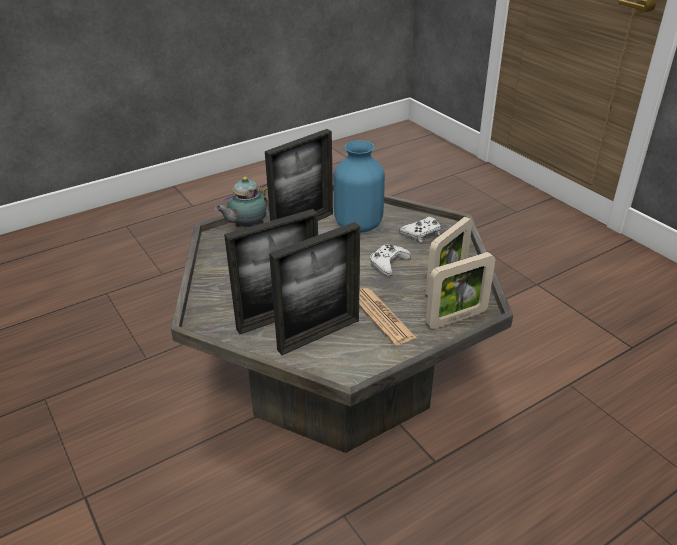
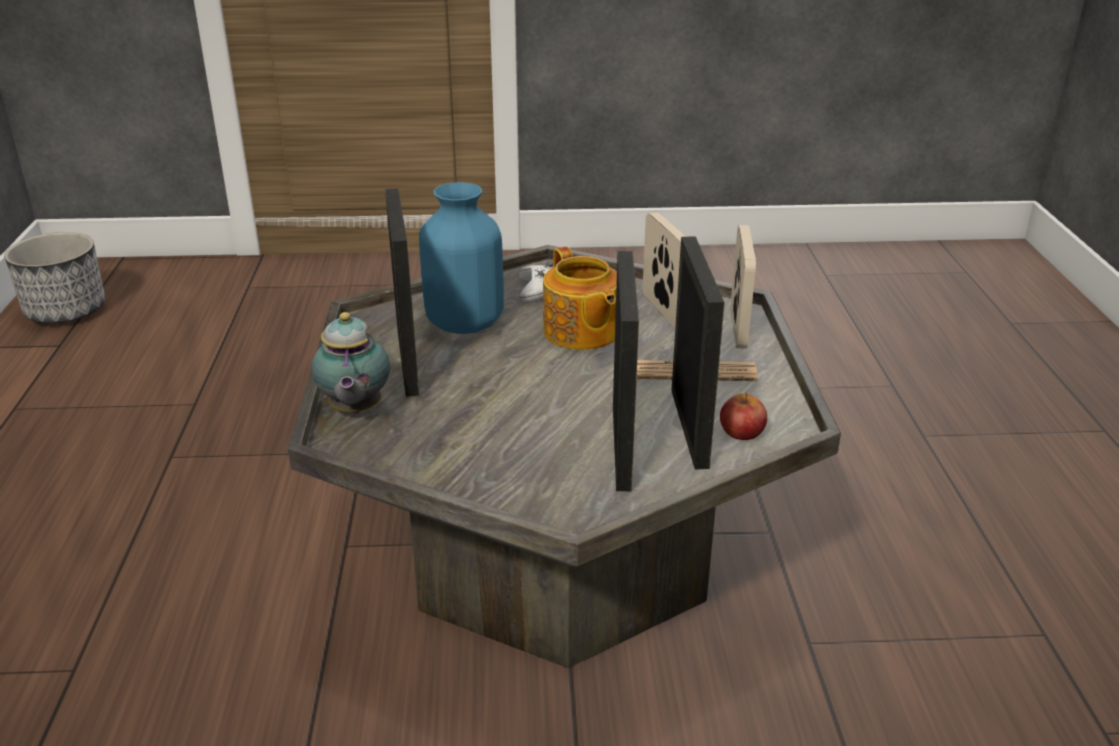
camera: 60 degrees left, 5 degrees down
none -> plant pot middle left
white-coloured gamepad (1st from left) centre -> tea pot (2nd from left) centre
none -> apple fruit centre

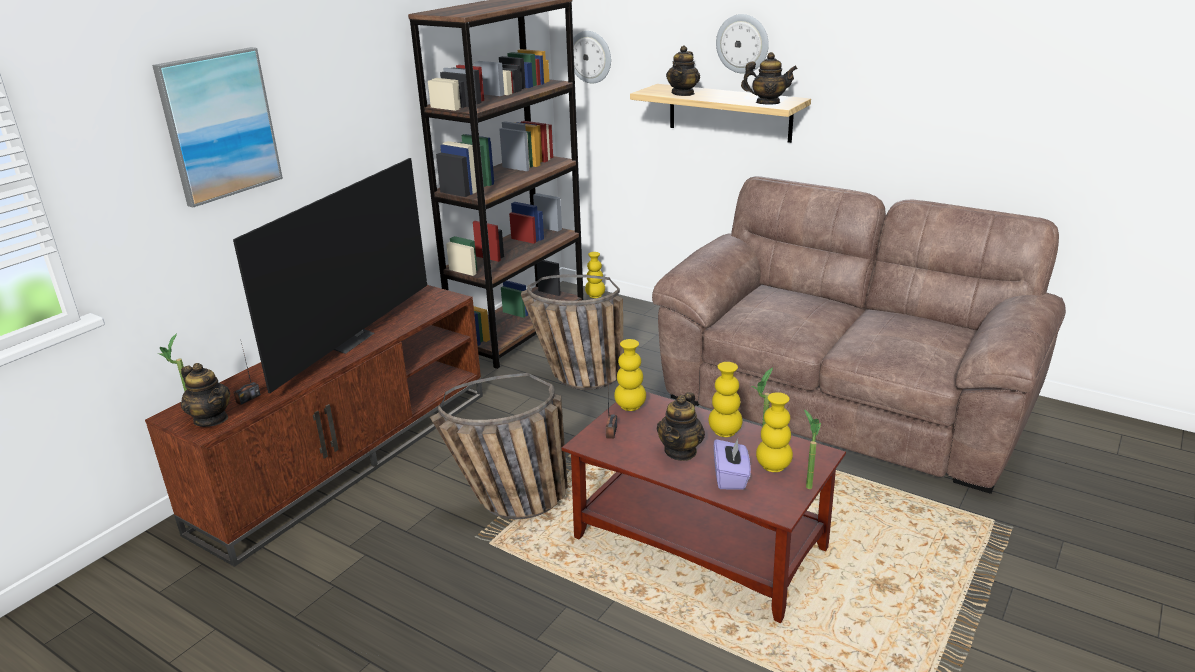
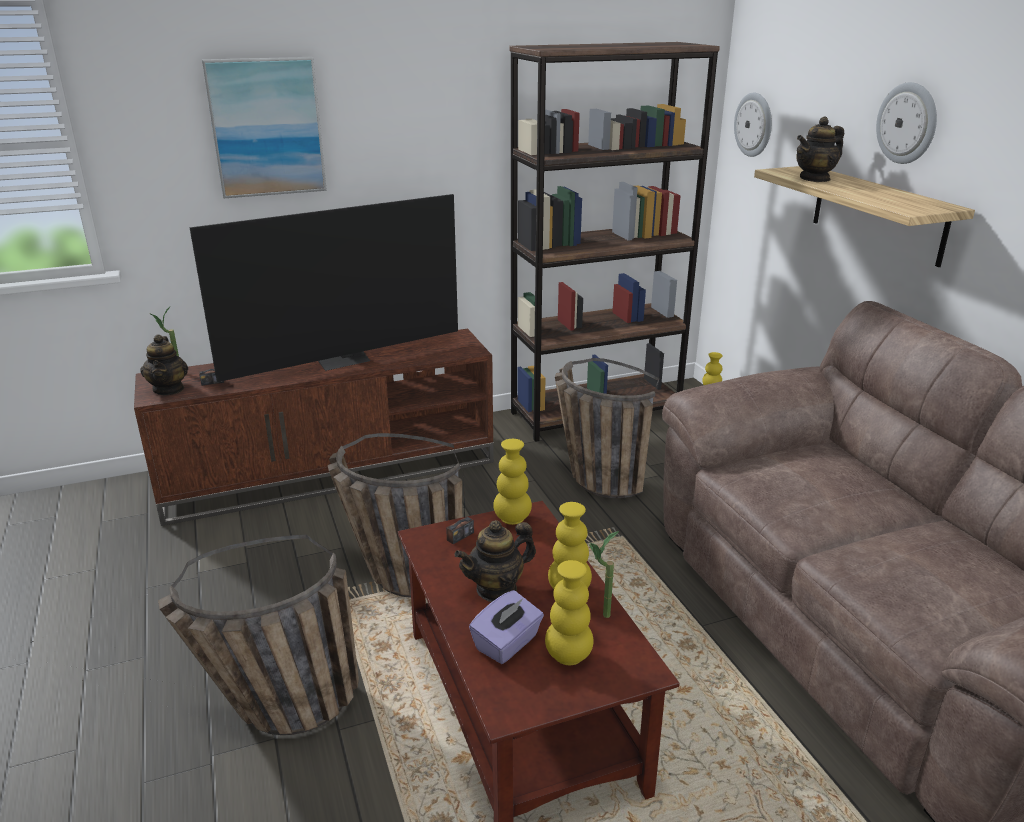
camera: 35 degrees right, 0 degrees up
none -> household basket (1st from left) bottom left
tea pot (4th from left) top centre -> none
houseplant (3rd from left) bottom right -> none

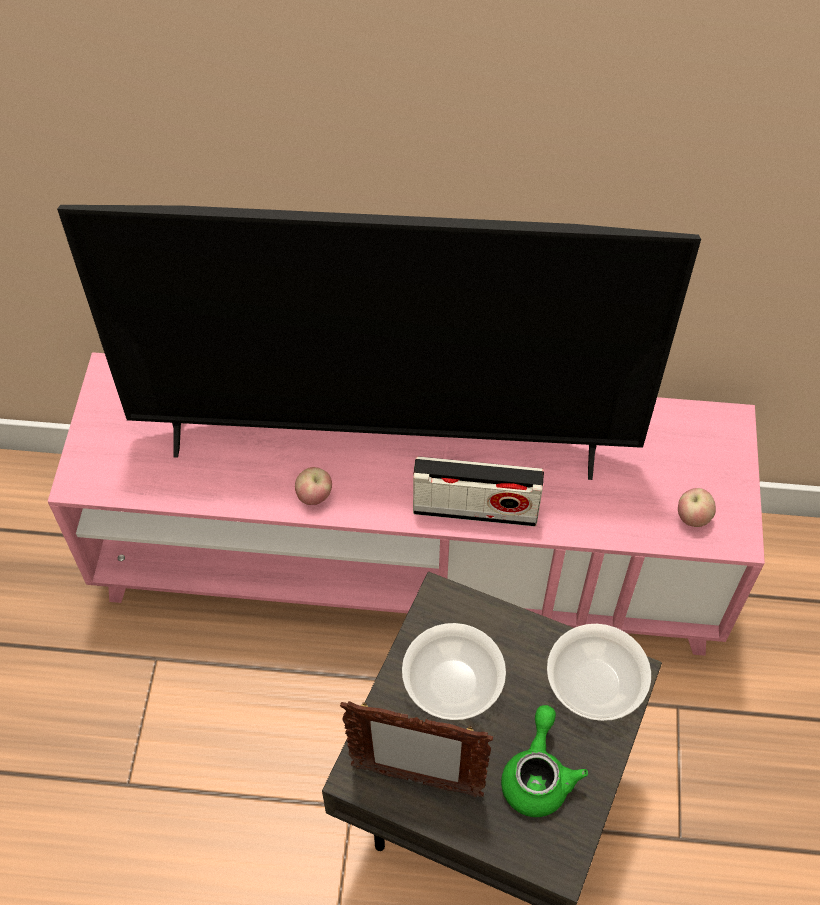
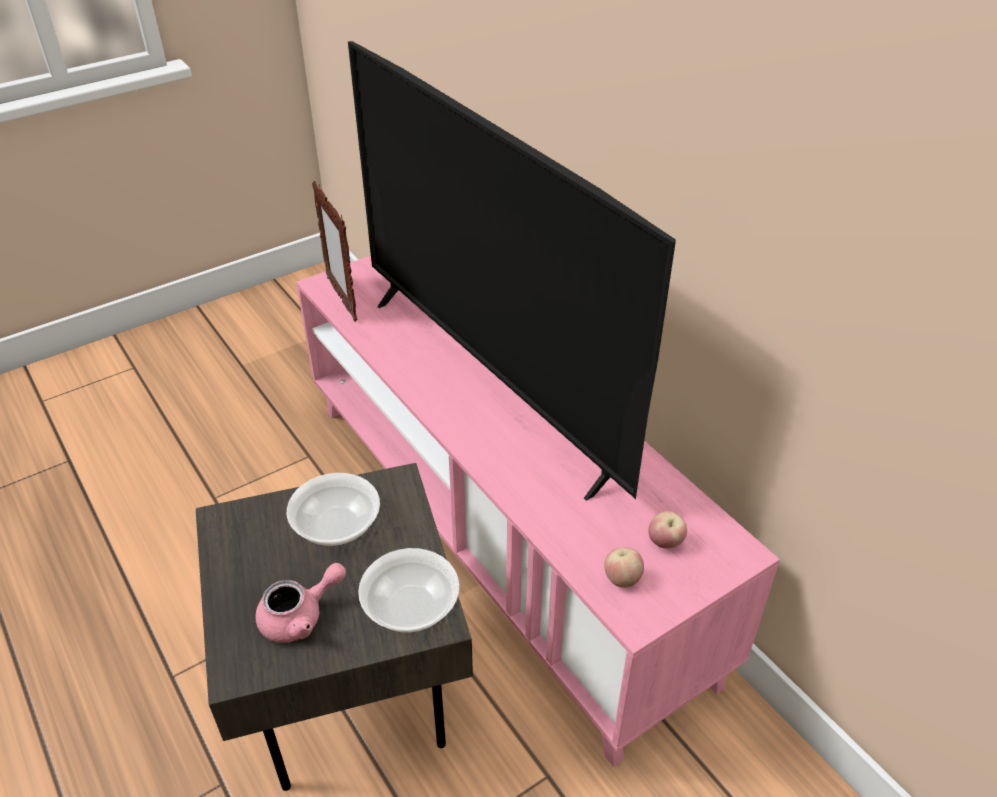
camera: 50 degrees right, 15 degrees down
green tea pot bottom centre -> pinkish tea pot bottom left
picture frame bottom centre -> picture frame top centre, moved
apple fruit (1st from left in the first image) centre -> apple fruit (2nd from left) middle right, moved
radio centre -> none

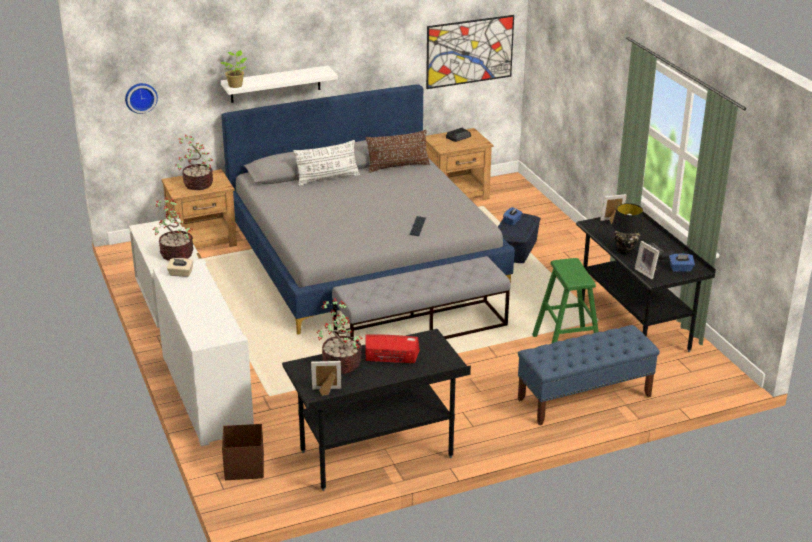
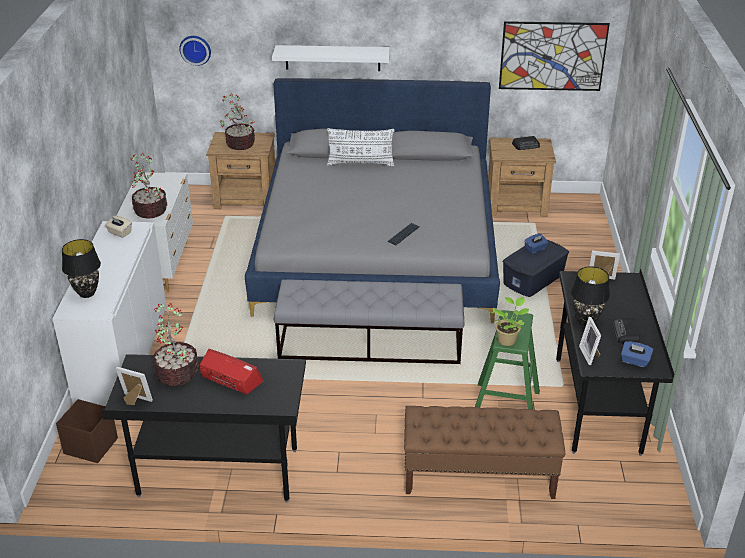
camera: 25 degrees right, 5 degrees up
none -> black-coloured table lamp (1st from left) middle left
bluish long seat bottom right -> brown-coloured long seat bottom centre
houseplant (3rd from left in the first image) top left -> houseplant (4th from left) middle right, moved
brown-coloured cushion top centre -> none

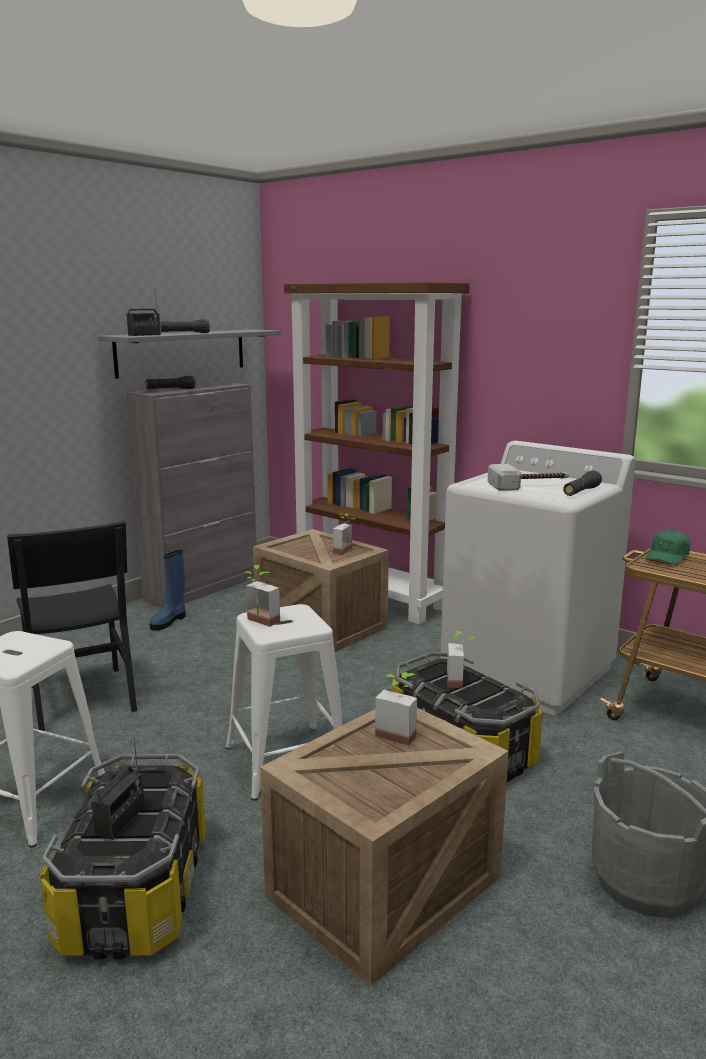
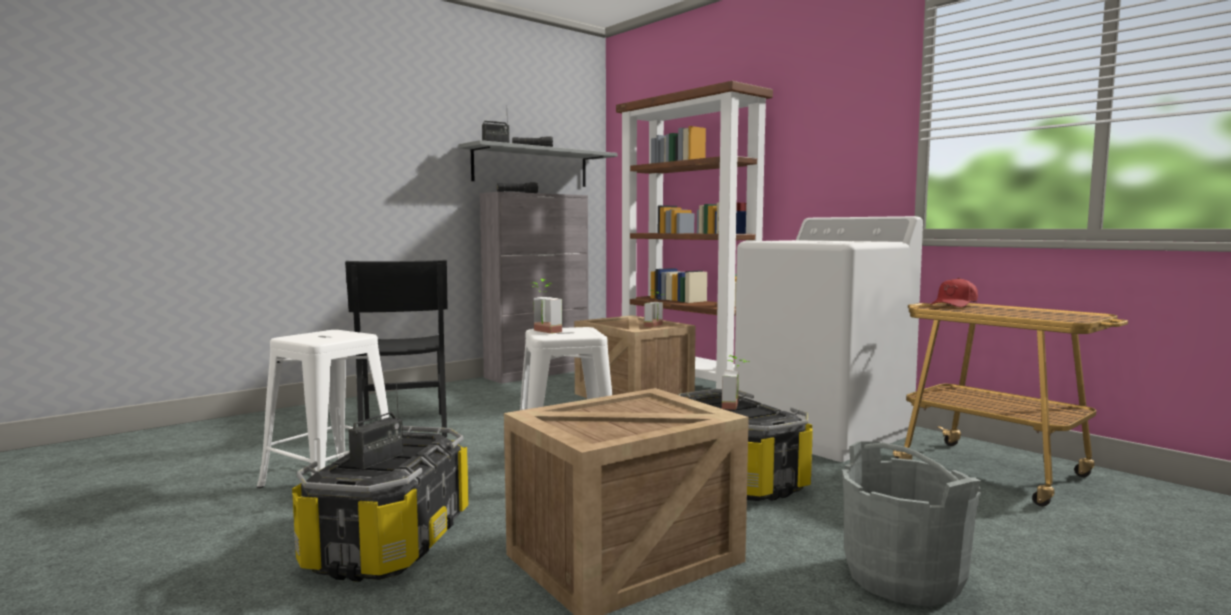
camera: 10 degrees right, 10 degrees down
green peaked cap middle right -> reddish peaked cap middle right
bluish tall boot middle left -> none
houseplant (3rd from left) bottom centre -> none
tool hammer middle right -> none
black-coloured flashlight (3rd from left) middle right -> none

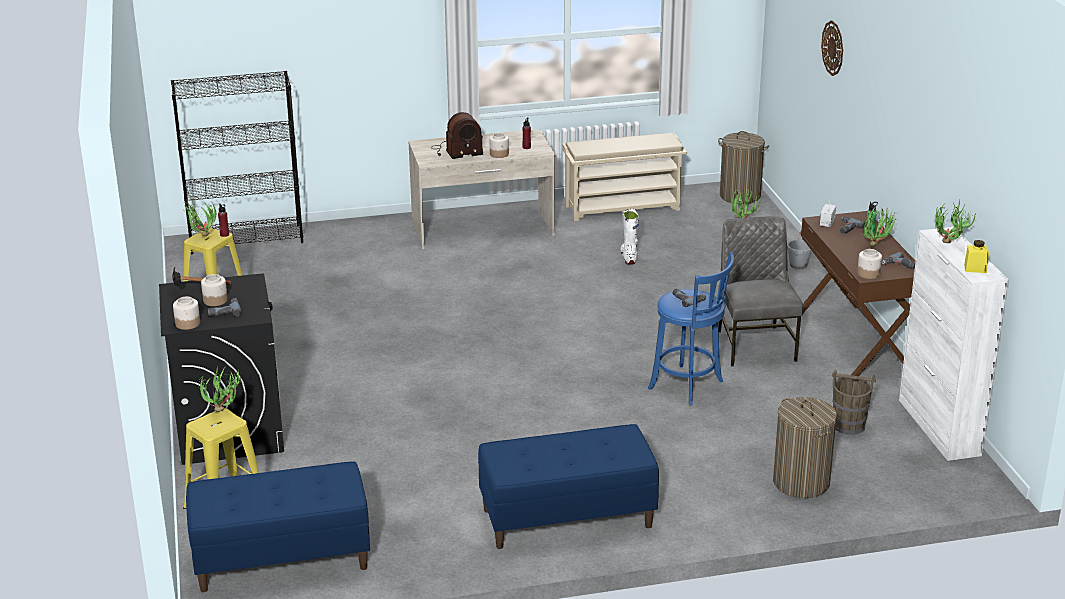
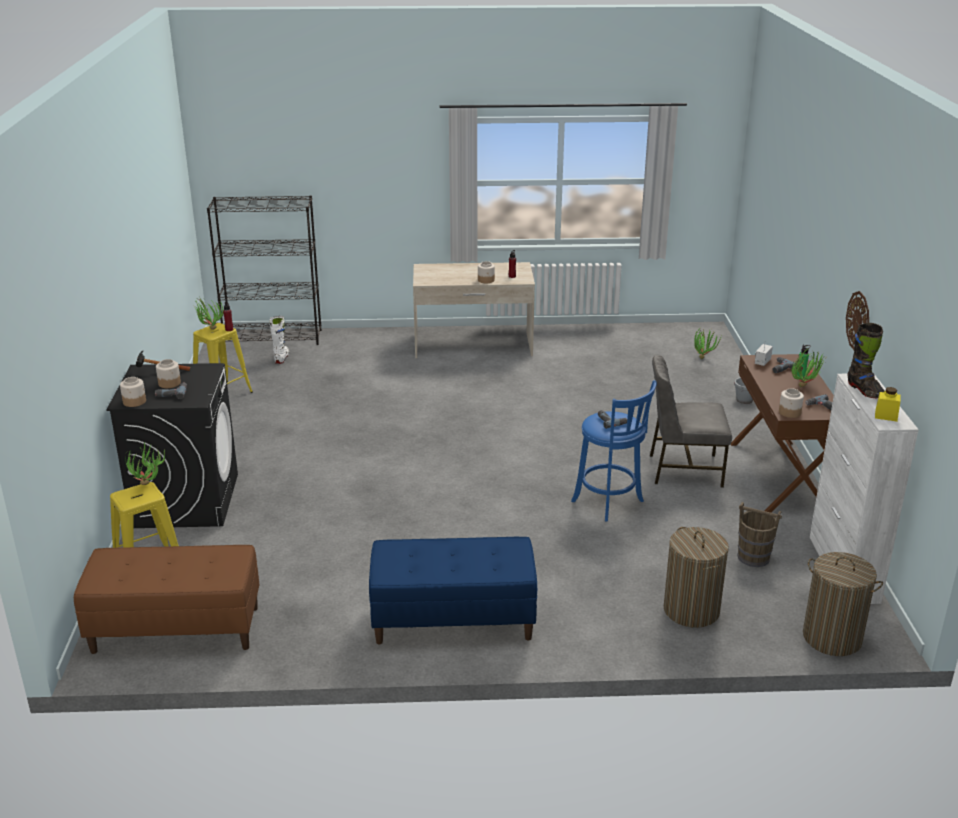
camera: 10 degrees right, 0 degrees up
bluish long seat (1st from left) bottom left -> brown-coloured long seat bottom left
white-coloured tall boot centre -> white-coloured tall boot middle left, moved
greyish chair middle right, 90 degrees counterclockwise
laundry basket (1st from left in the first image) top right -> laundry basket (2nd from left) bottom right, moved
clock on the wall top right -> clock on the wall middle right, moved
houseplant (5th from left) middle right -> black-coloured tall boot middle right
radio (1st from left) top centre -> none
beige shoe stand top centre -> none

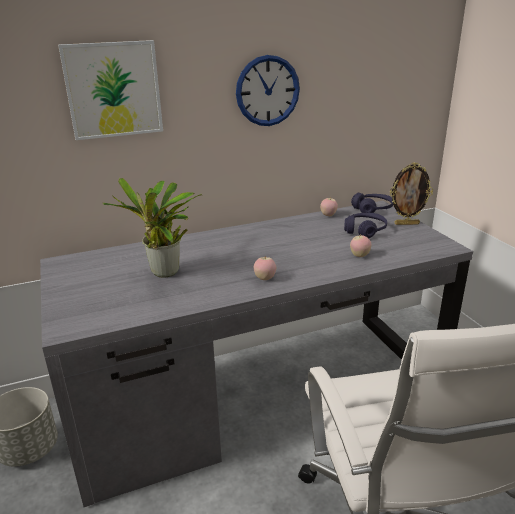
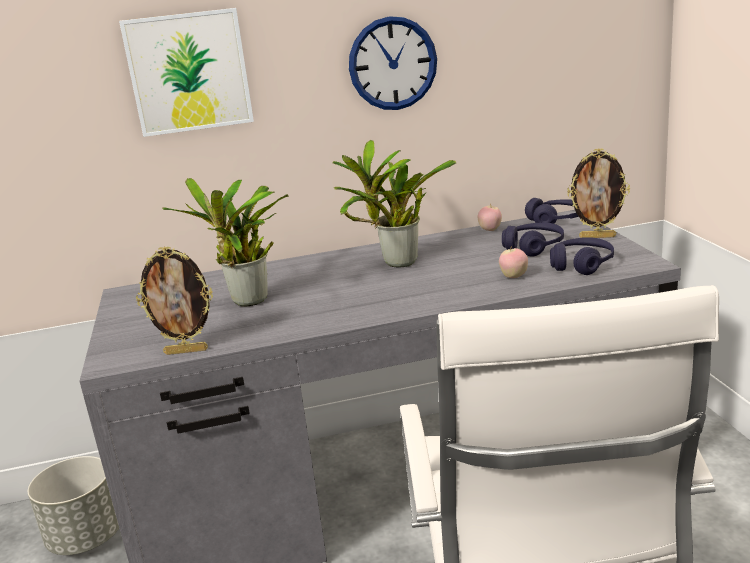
camera: 10 degrees right, 5 degrees down
none -> picture frame (1st from left) middle left
none -> houseplant (2nd from left) centre
none -> purple-coloured headphones (3rd from left) middle right
apple fruit (1st from left) centre -> none

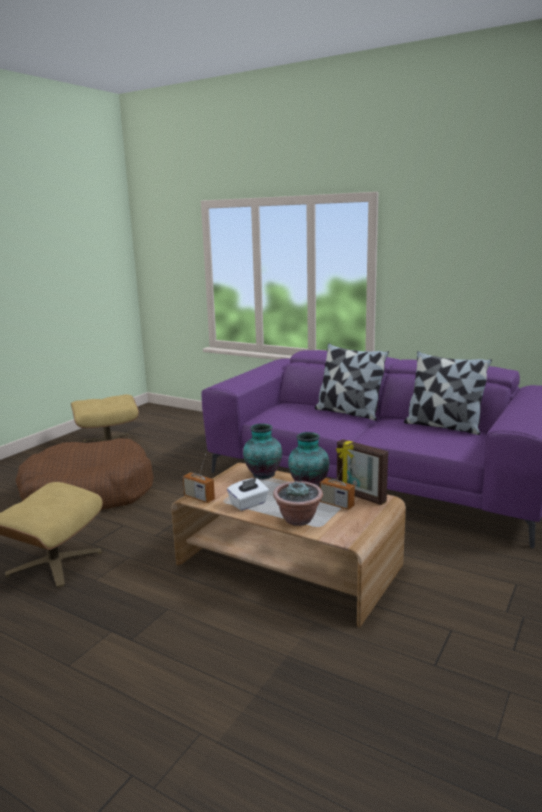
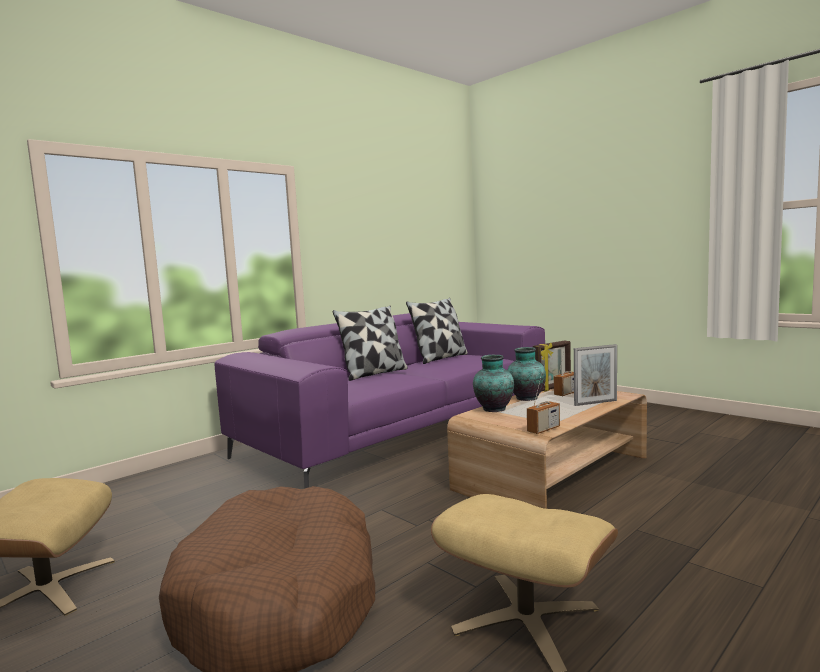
camera: 75 degrees left, 10 degrees down
houseplant centre -> picture frame (2nd from left) middle right
white-coloured box of tissues centre -> none

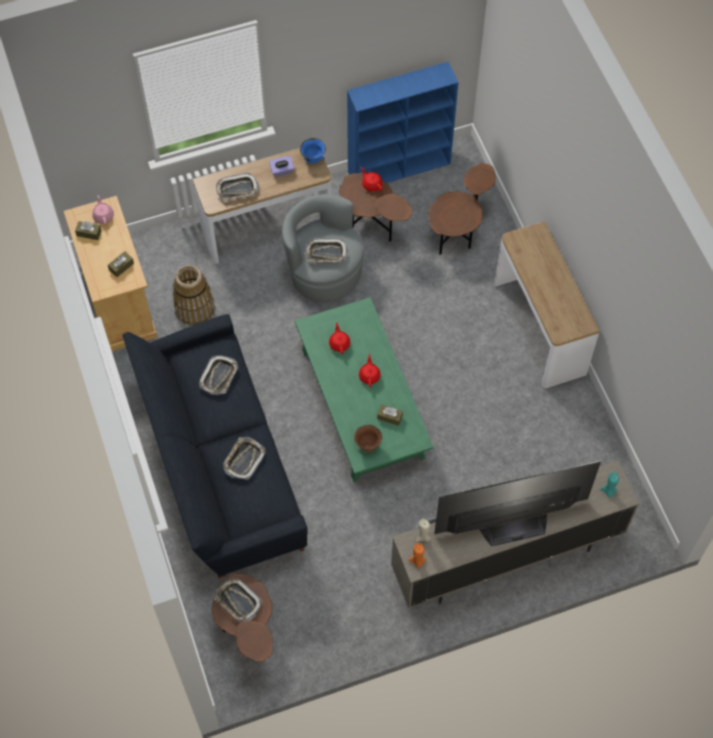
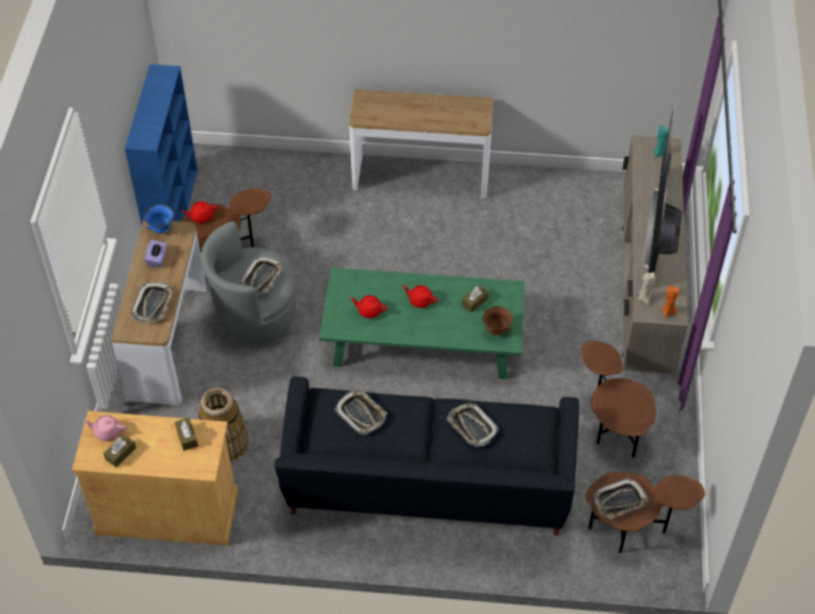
camera: 65 degrees left, 10 degrees down
brown-coloured side table (3rd from left in the first image) top centre -> brown-coloured side table (2nd from left) middle right, moved

